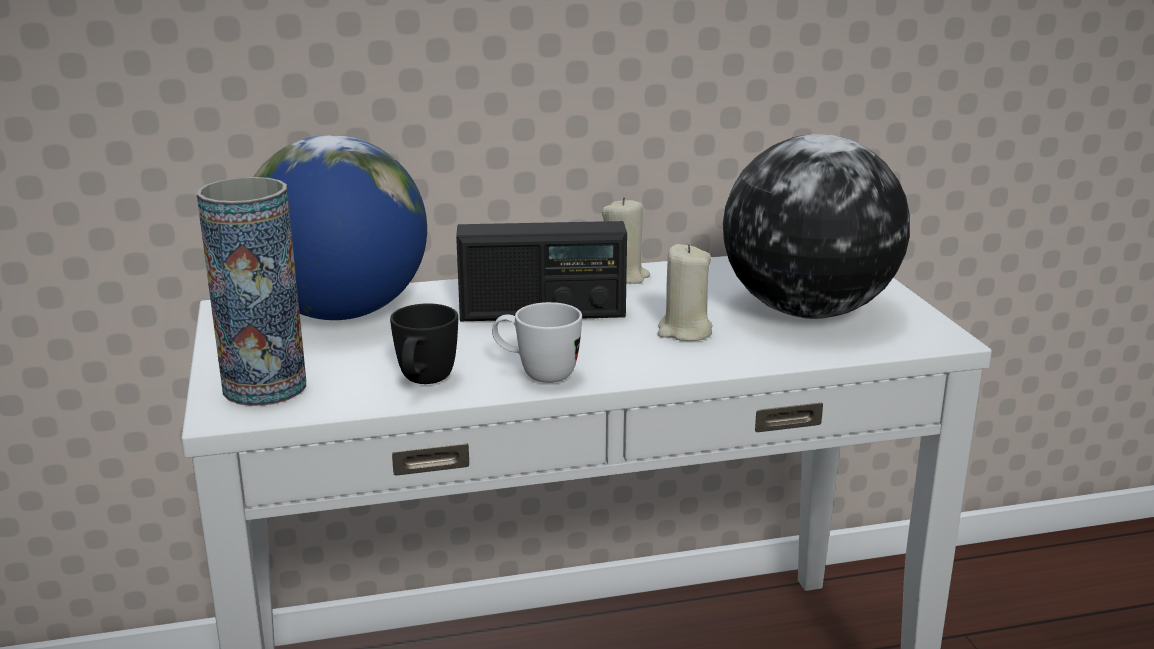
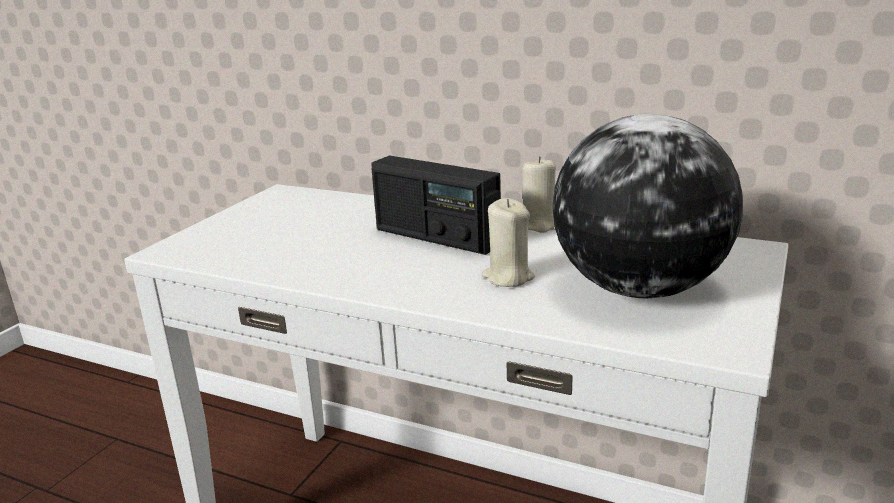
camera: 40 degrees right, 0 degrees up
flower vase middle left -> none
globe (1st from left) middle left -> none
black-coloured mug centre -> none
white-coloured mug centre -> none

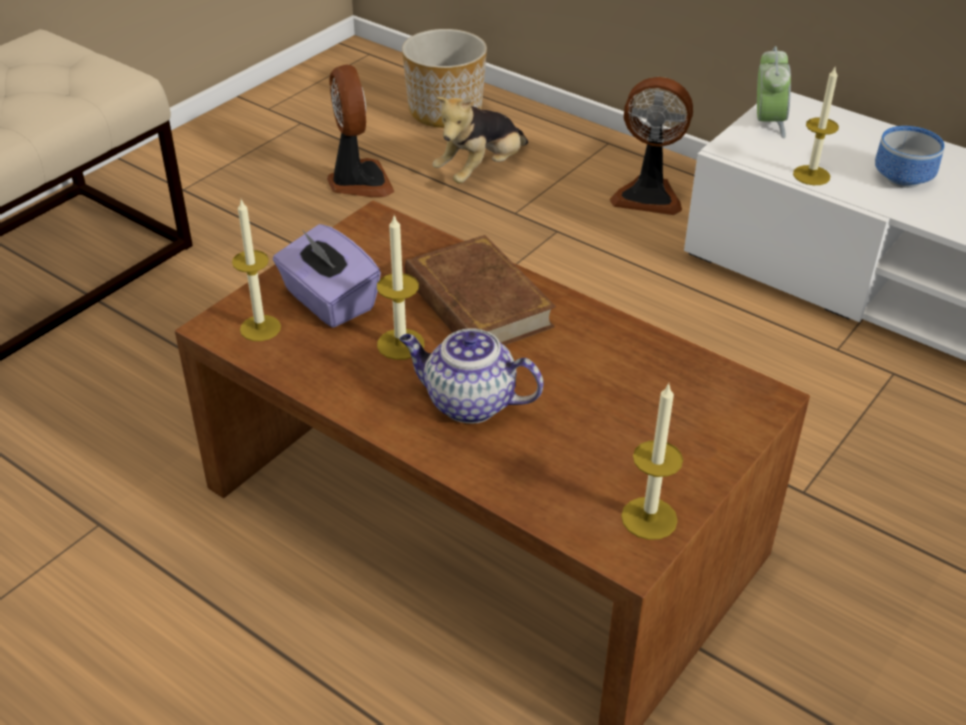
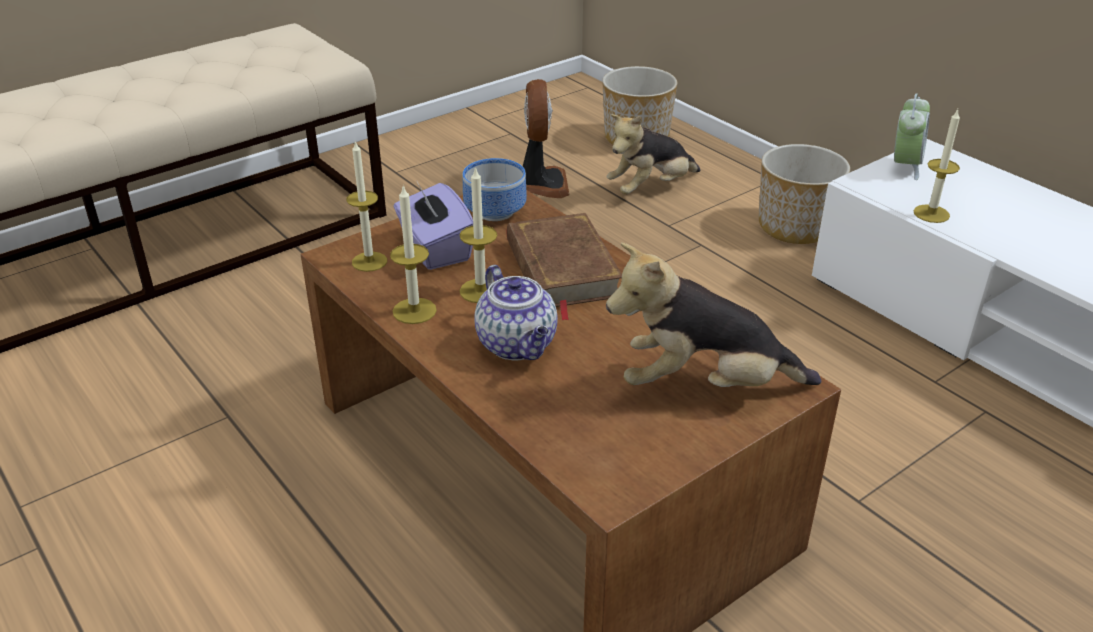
camera: 15 degrees right, 5 degrees down
wax light (3rd from left in the first image) middle right -> wax light (2nd from left) centre, moved
deep dish top right -> deep dish top centre, moved
tea pot centre, 150 degrees counterclockwise
none -> cuddly toy (2nd from left) centre
fan (2nd from left) top right -> plant pot (2nd from left) top right

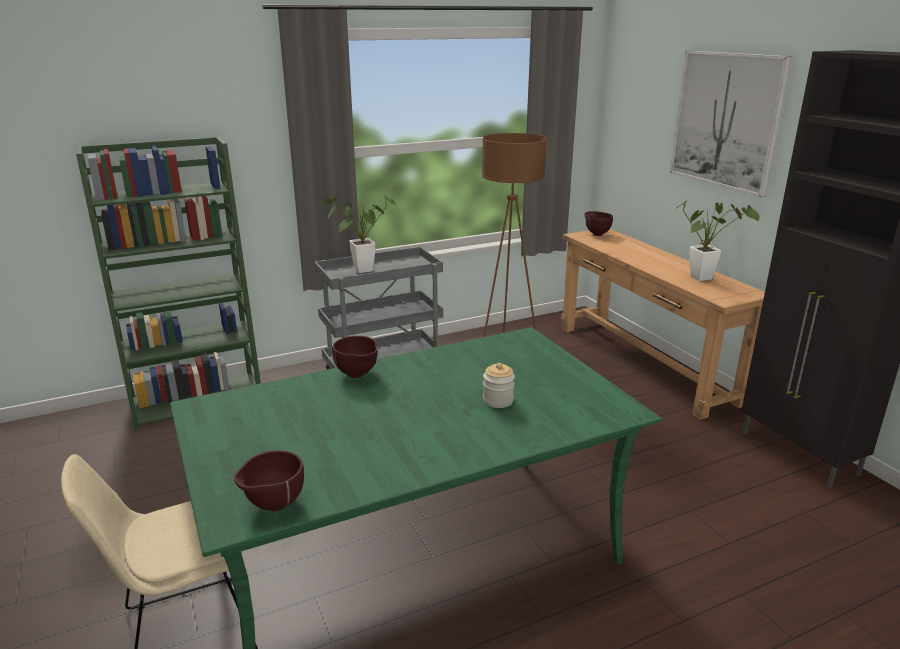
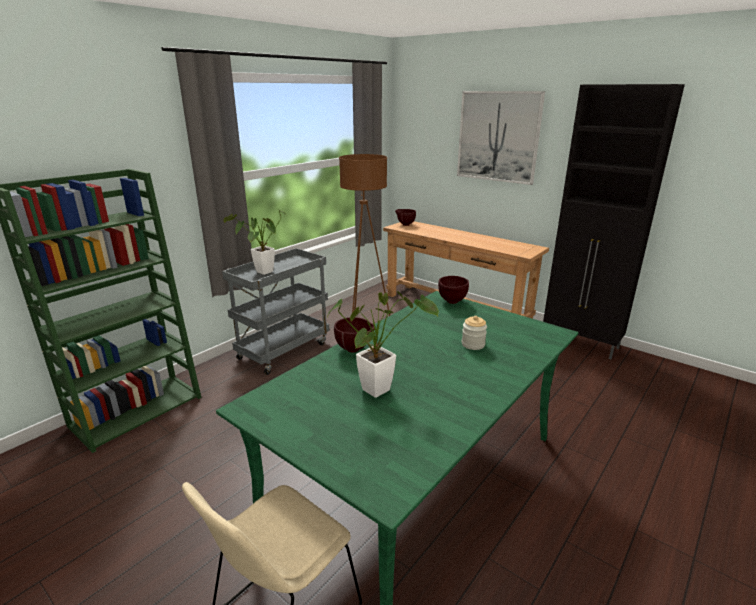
camera: 25 degrees left, 0 degrees up
houseplant (2nd from left) middle right -> houseplant (2nd from left) centre, moved
brown-coloured deep dish (1st from left in the first image) bottom left -> brown-coloured deep dish (3rd from left) centre, moved

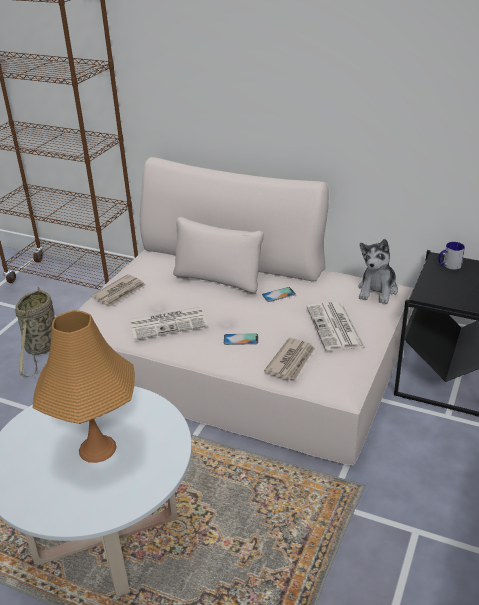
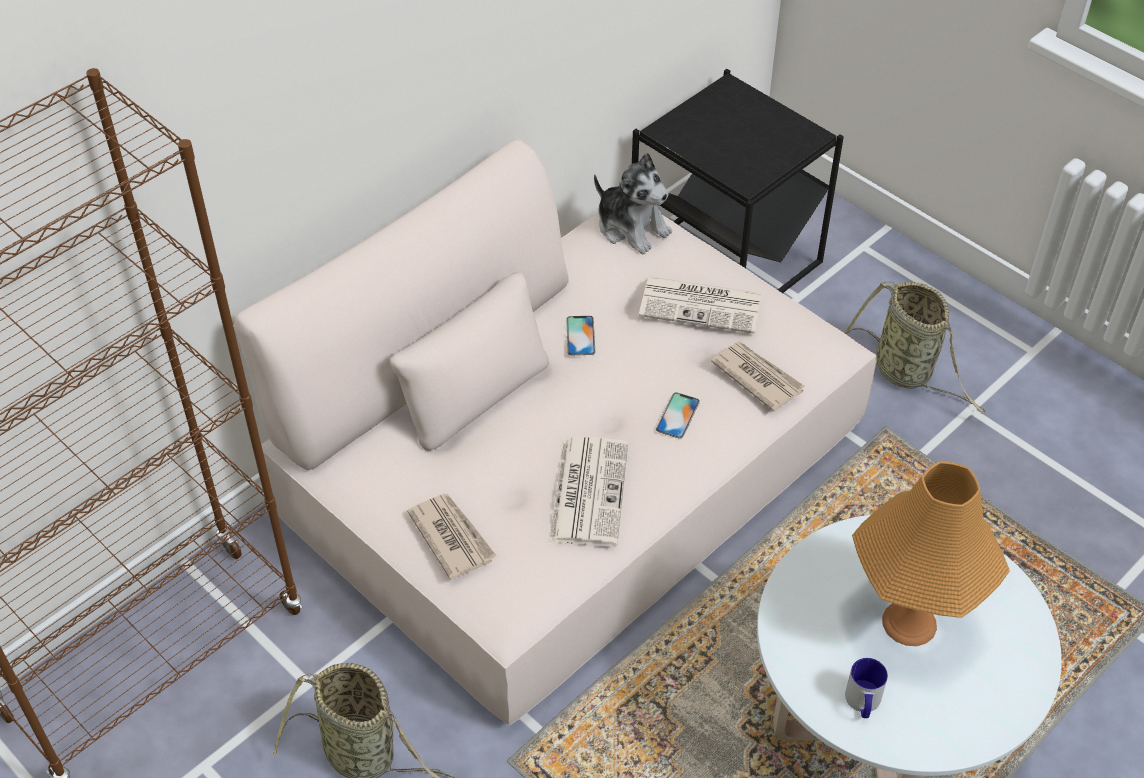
camera: 70 degrees left, 15 degrees up
none -> household basket (2nd from left) middle right
mug middle right -> mug bottom right, moved

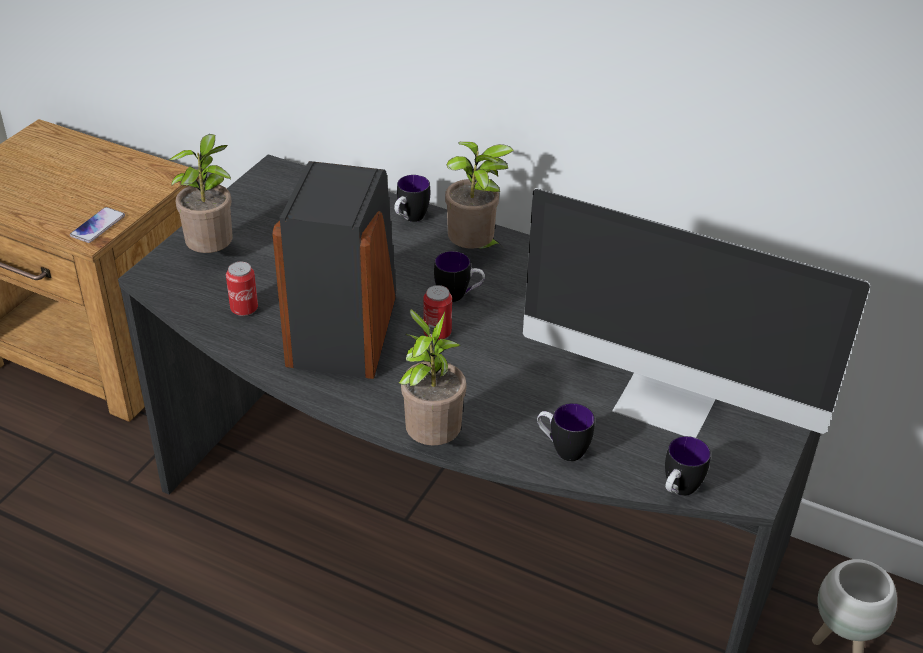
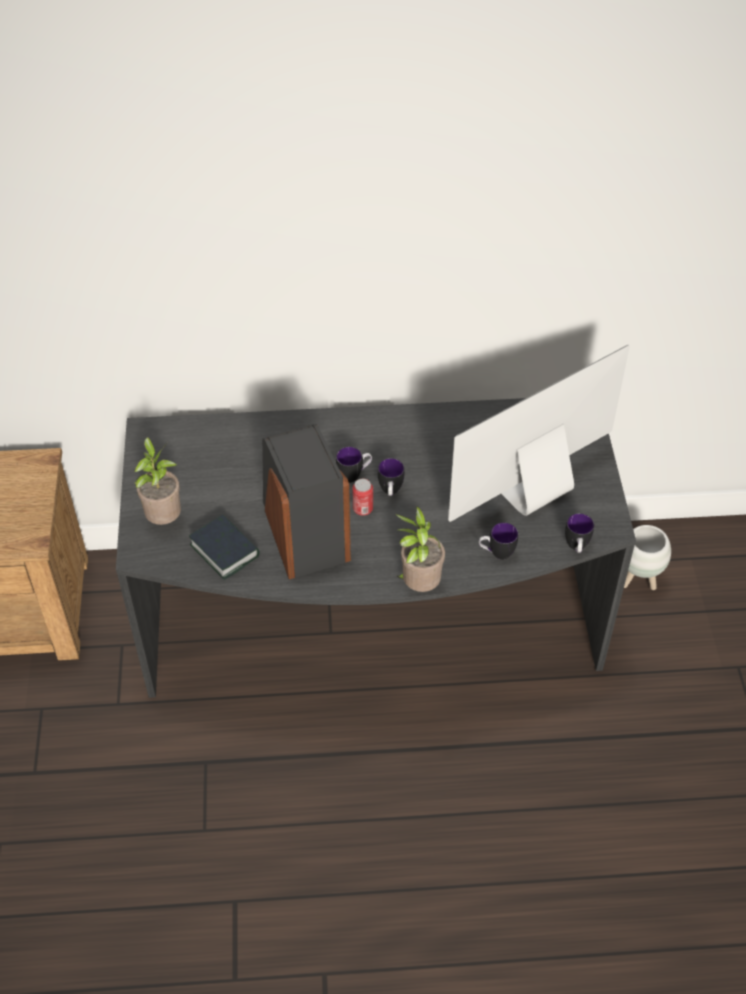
camera: 30 degrees left, 10 degrees up
can (1st from left) middle left -> book middle left
mug (1st from left in the first image) top centre -> mug (2nd from left) centre, moved
computer screen middle right, 150 degrees clockwise
phone middle left -> none
houseplant (3rd from left) top centre -> none

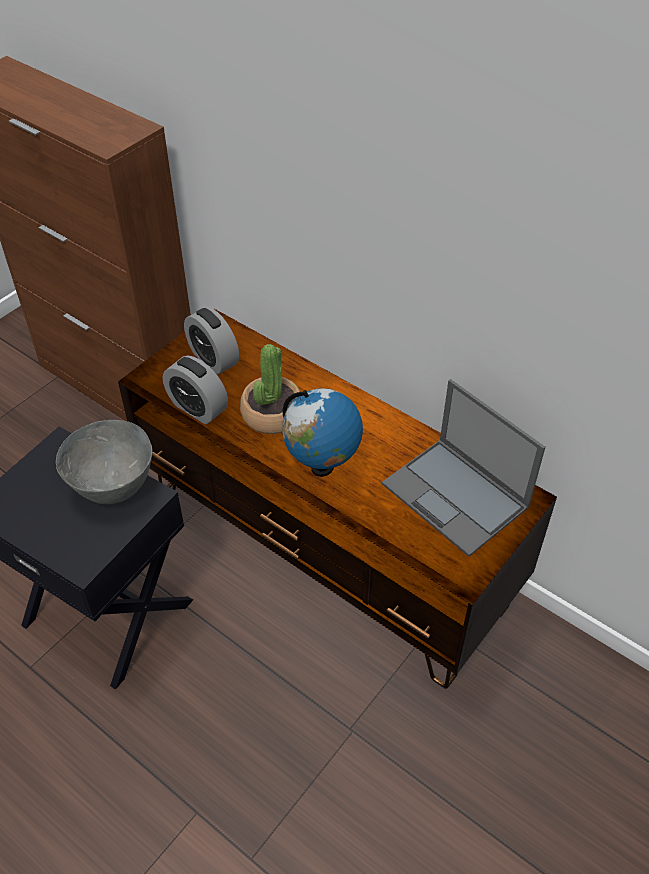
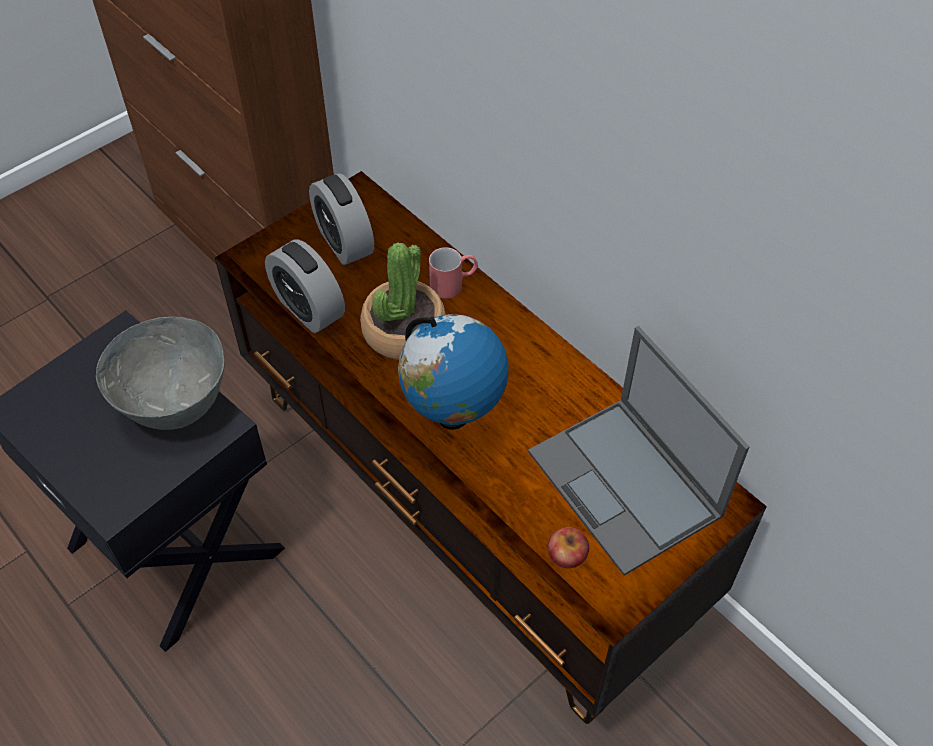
camera: 10 degrees right, 5 degrees up
none -> reddish mug centre
none -> apple fruit bottom centre

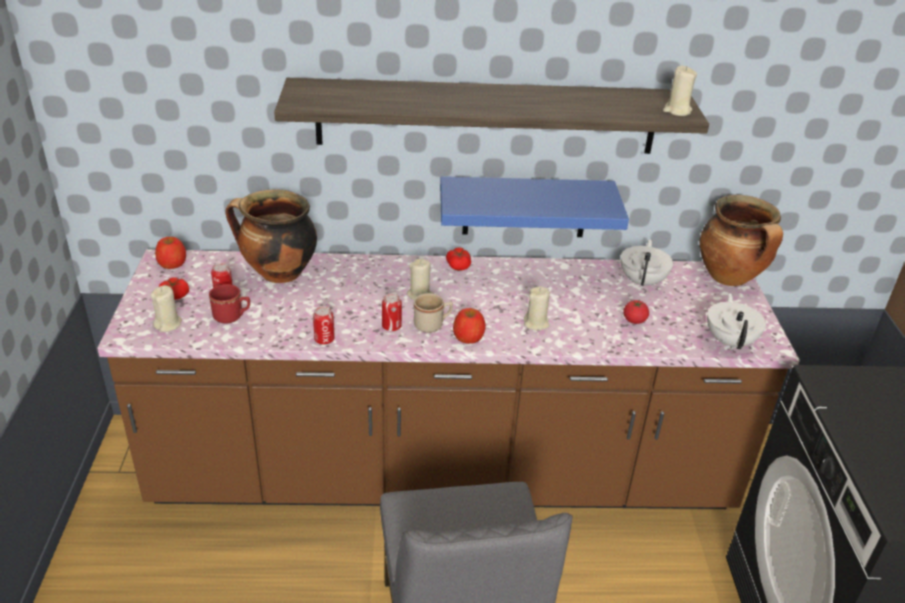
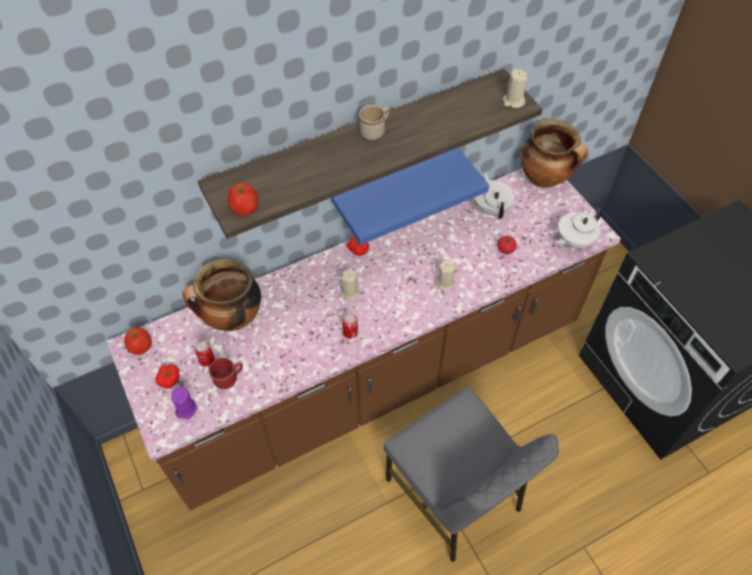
camera: 25 degrees left, 20 degrees up
beige wax light (1st from left) middle left -> purple-coloured wax light bottom left
apple fruit (2nd from left) centre -> apple fruit (2nd from left) middle left, moved
beige mug centre -> beige mug top centre, moved
white-coloured tea pot (2nd from left) middle right, 105 degrees counterclockwise
can (2nd from left) centre -> none

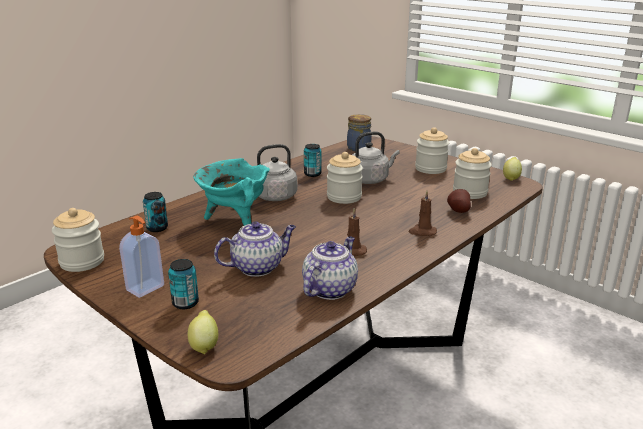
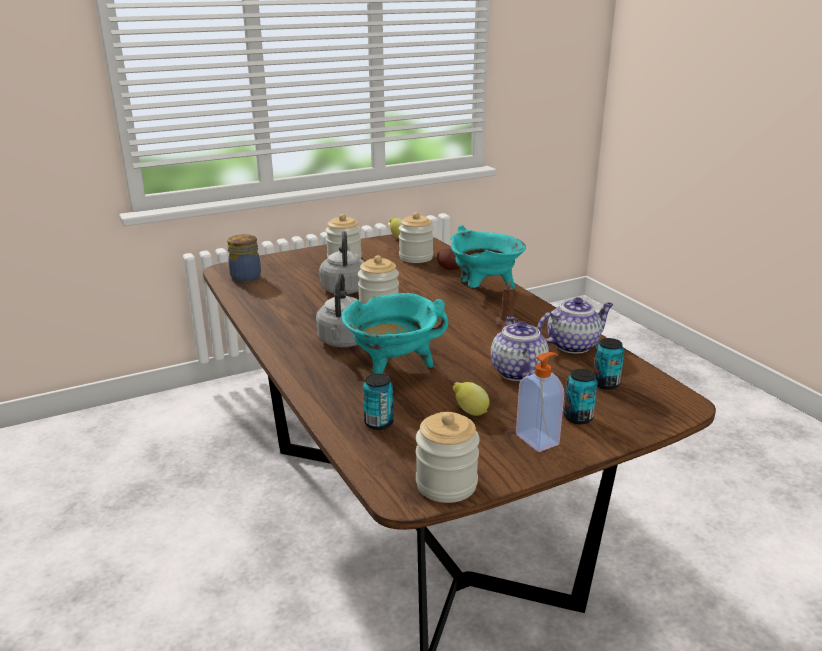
camera: 70 degrees left, 0 degrees up
brown-coloured wax light (2nd from left) centre -> turquoise-coloured saucepot (2nd from left) centre
citrus fruit (1st from left in the first image) bottom left -> citrus fruit (2nd from left) centre, moved
tea pot (2nd from left) centre -> tea pot (2nd from left) middle right, 105 degrees clockwise
can (3rd from left) centre -> can (3rd from left) middle right, moved

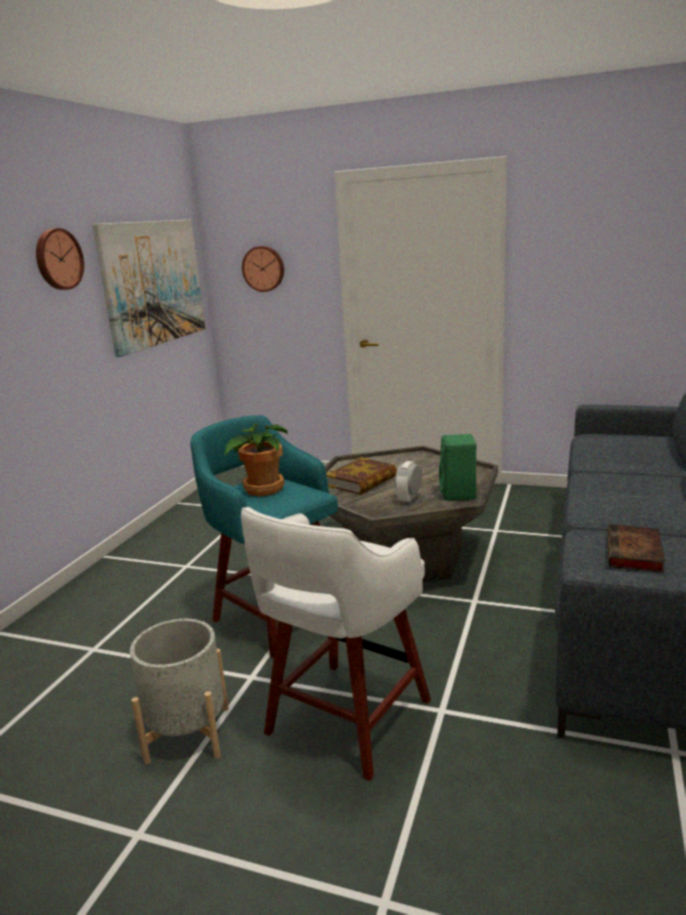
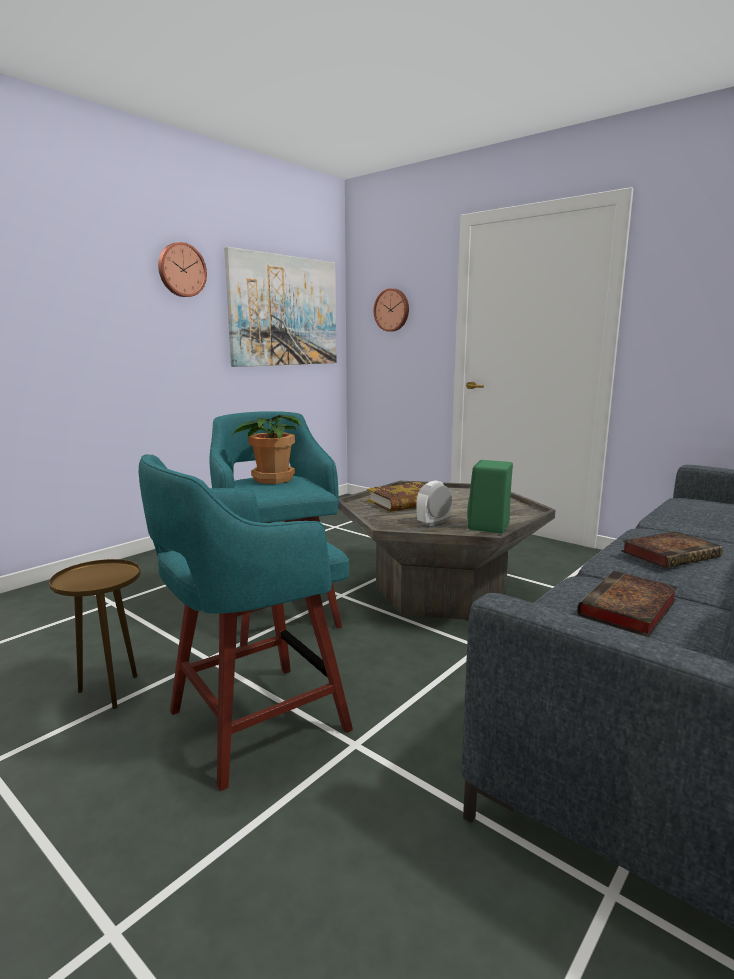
camera: 20 degrees right, 5 degrees down
greyish plant pot bottom left -> brown-coloured side table middle left
white-coloured stool seat bottom centre -> turquoise-coloured stool seat (1st from left) centre
none -> book (3rd from left) middle right

